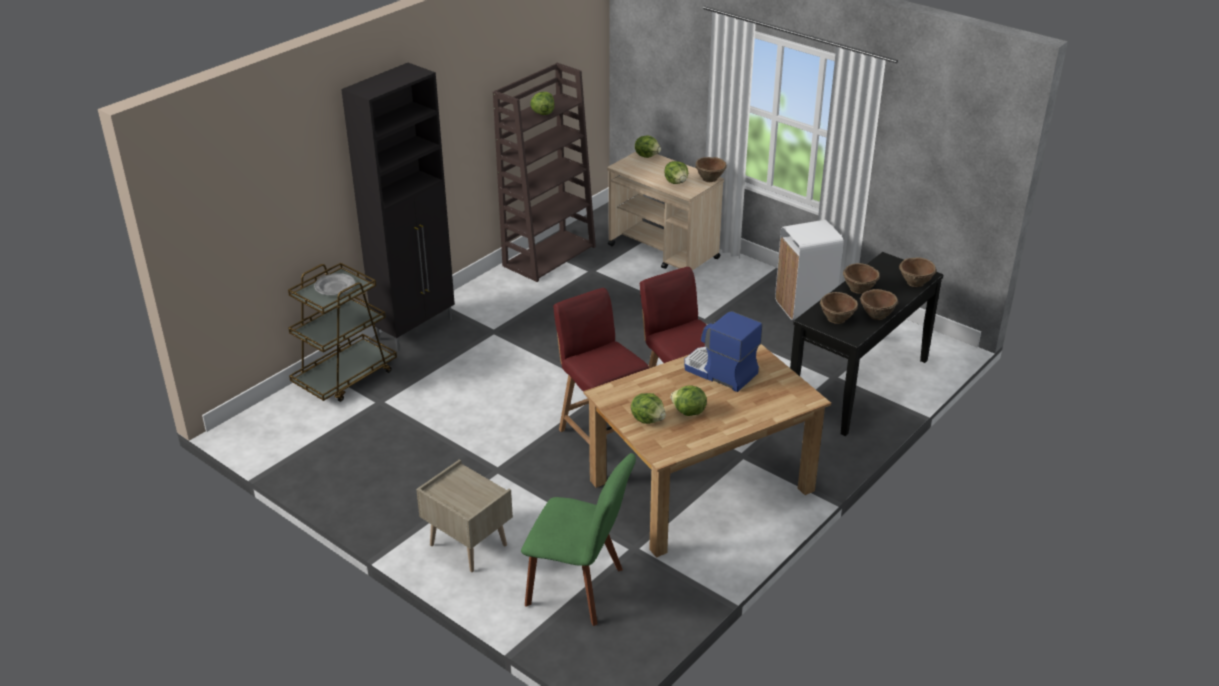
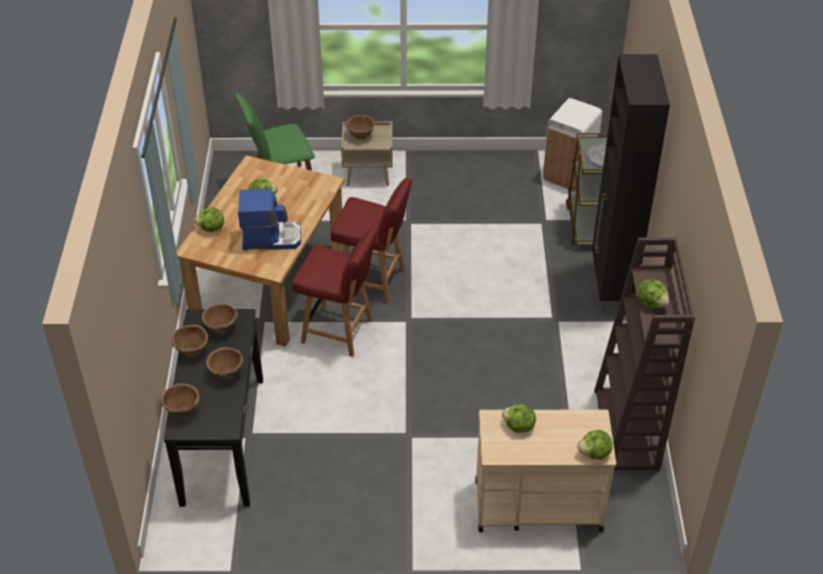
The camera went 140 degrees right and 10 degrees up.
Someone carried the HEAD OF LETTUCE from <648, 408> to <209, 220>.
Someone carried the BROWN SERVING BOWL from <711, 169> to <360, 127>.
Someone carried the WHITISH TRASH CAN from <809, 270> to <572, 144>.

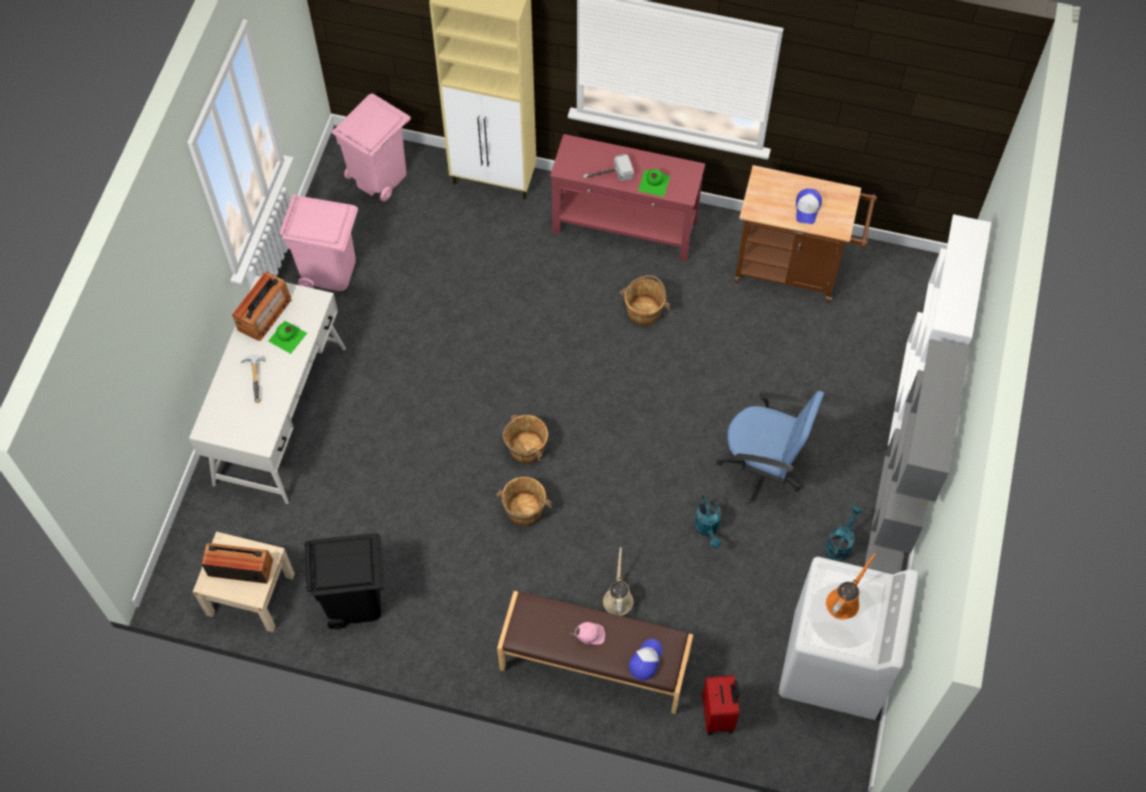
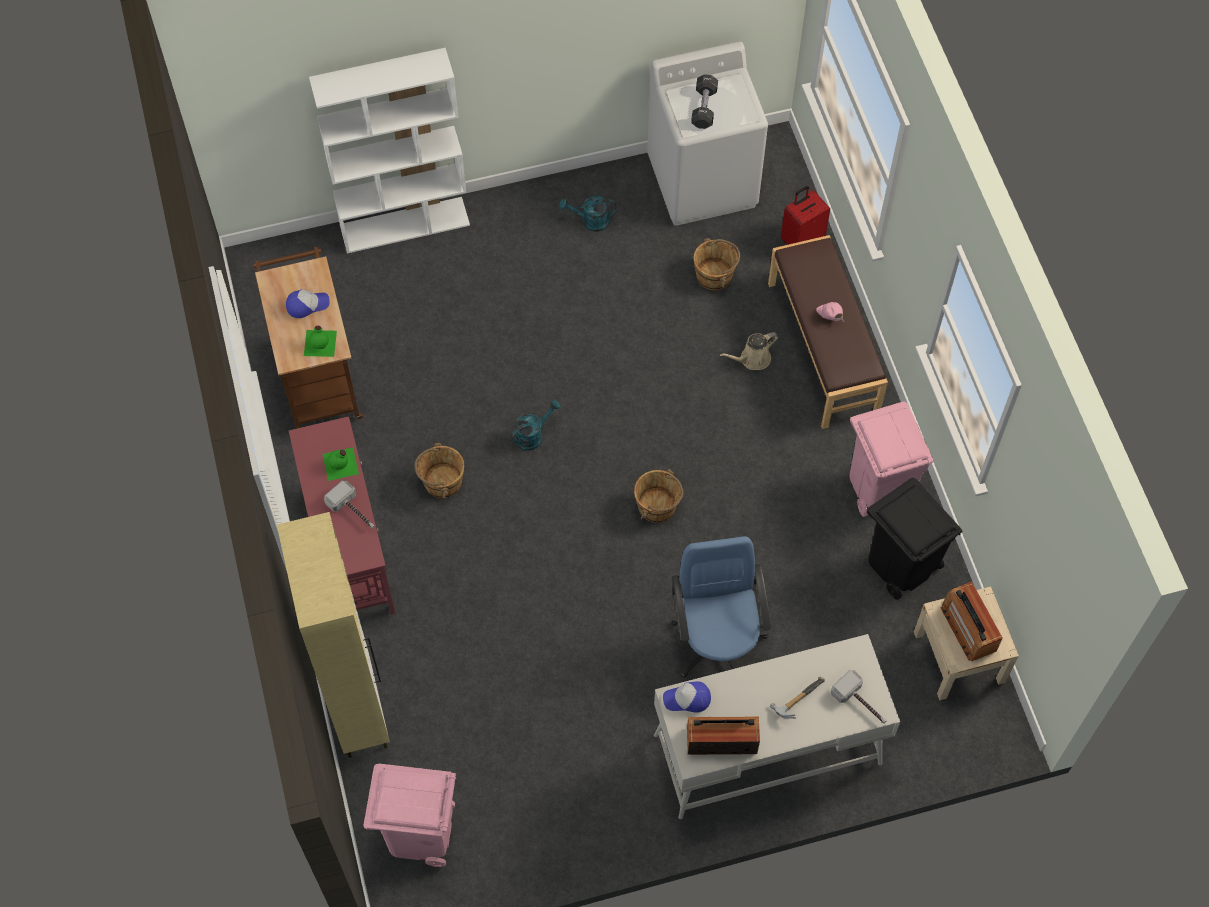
The camera went 120 degrees left and 0 degrees up.
Someone carried the GREENISH BEVERAGE BOTTLE from <287, 337> to <320, 341>.
Someone carried the PINK TRASH CAN from <318, 242> to <891, 459>.
Someone carried the BROWN WATER BUCKET from <524, 501> to <716, 264>.
Someone carried the BASEBALL CAP from <645, 659> to <687, 697>.
Someone carried the TURQUOISE WATERING POT from <708, 521> to <535, 425>.
Someone carried the BLUE-COLOURED DESK CHAIR from <770, 447> to <721, 607>.
Someone swapped the ORANGE-COLOURED WATERING POT at <851, 586> for the BLACK-COLOURED FREE WEIGHT at <704, 102>.
Someone took away the GRAY BOOKCASE at <917, 456>.
Someone put down the HAMMER at <858, 696>.

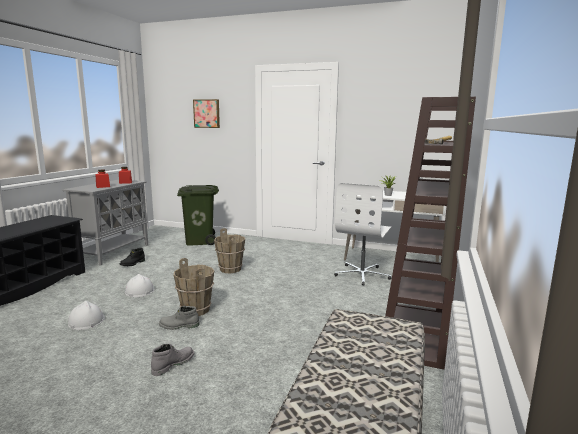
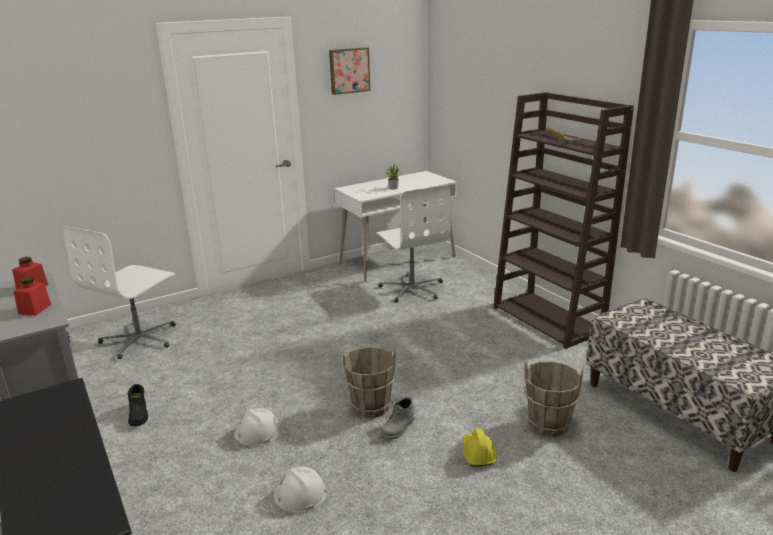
The camera went 50 degrees left and 10 degrees up.
Someone swapped the GRAY TALL BOOT at <172, 360> for the YELLOW HARD HAT at <480, 447>.
Someone swapped the GREENISH TRASH CAN at <198, 215> for the WHITISH DESK CHAIR at <119, 292>.
Someone carried the WALL PICTURE from <206, 113> to <349, 71>.
Someone carried the BROWN WATER BUCKET from <229, 250> to <554, 399>.

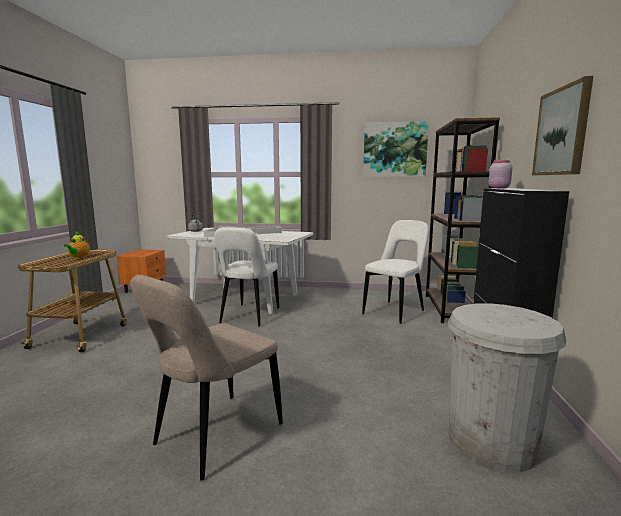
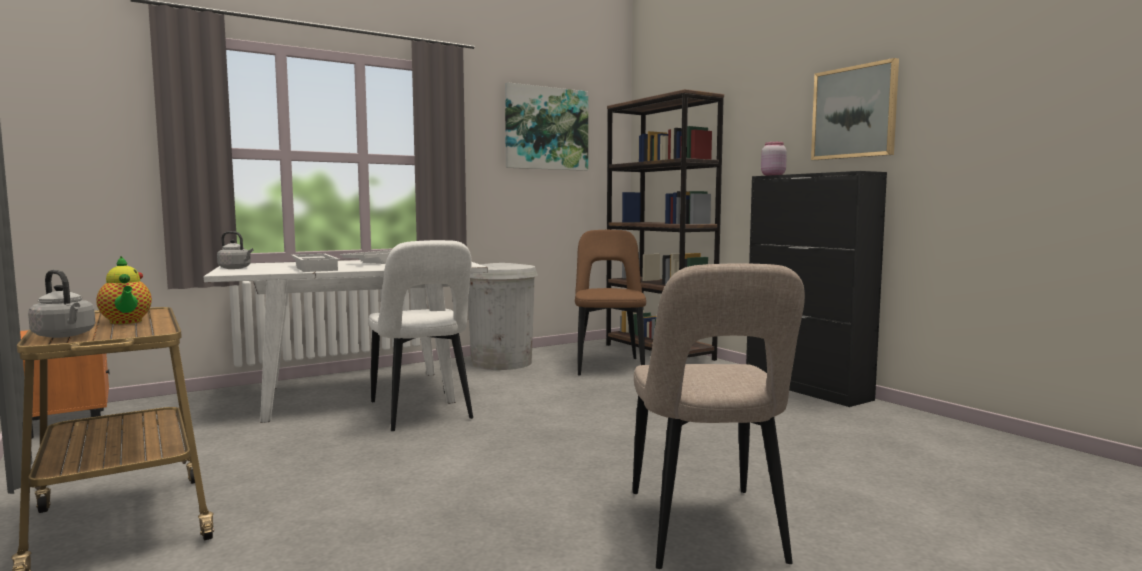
The camera went 40 degrees left and 5 degrees down.
Someone repainted the WHITISH PLAIN CHAIR at <395, 272>, which became the BROWN PLAIN CHAIR at <610, 302>.
Someone carried the WHITISH TRASH CAN from <507, 388> to <503, 316>.
Someone put down the GRAY KETTLE at <61, 304>.

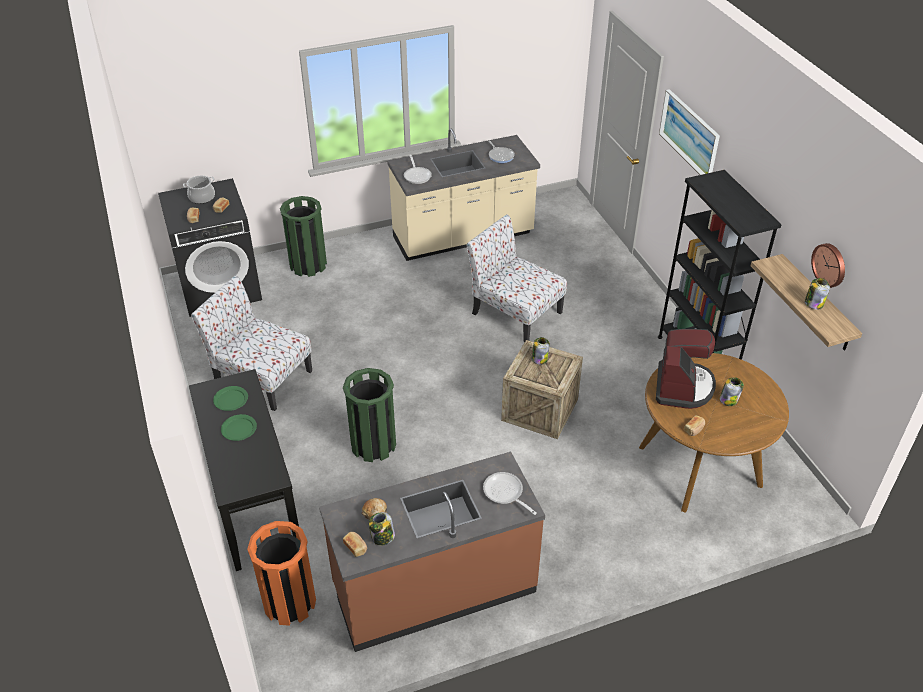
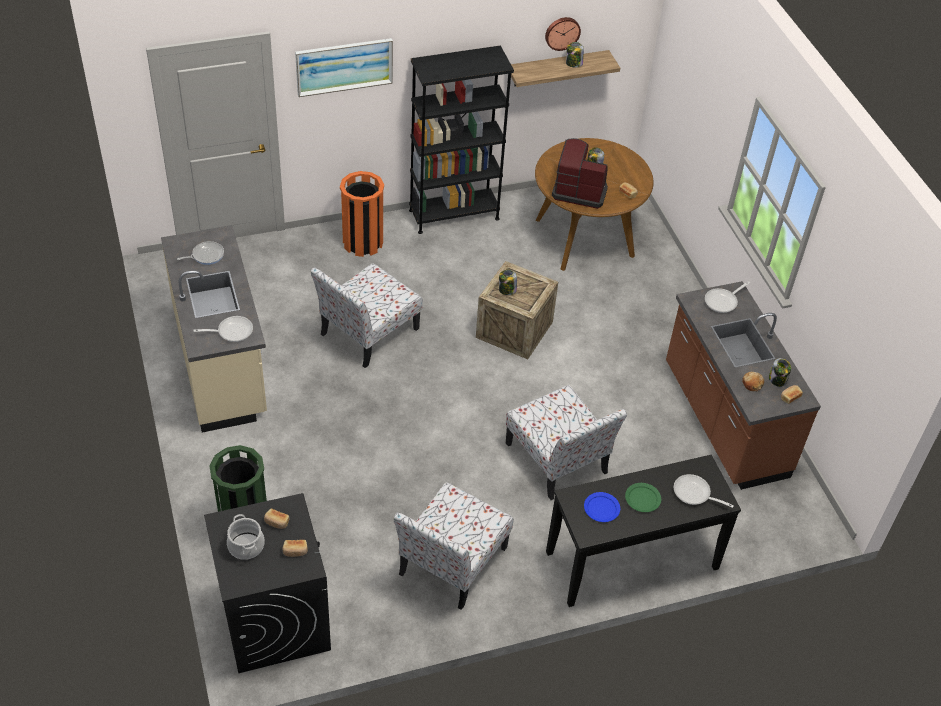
The camera went 90 degrees left and 5 degrees up.
Someone repainted the GREENISH PLATE at <230, 398>, which became the BLUE-COLOURED PLATE at <602, 507>.
Someone carried the ORANGE-COLOURED TRASH CAN from <281, 573> to <362, 214>.
Someone swapped the GREENISH TRASH CAN at <369, 415> for the PLAIN CHAIR at <566, 442>.
Someone put down the SKILLET at <704, 491>.

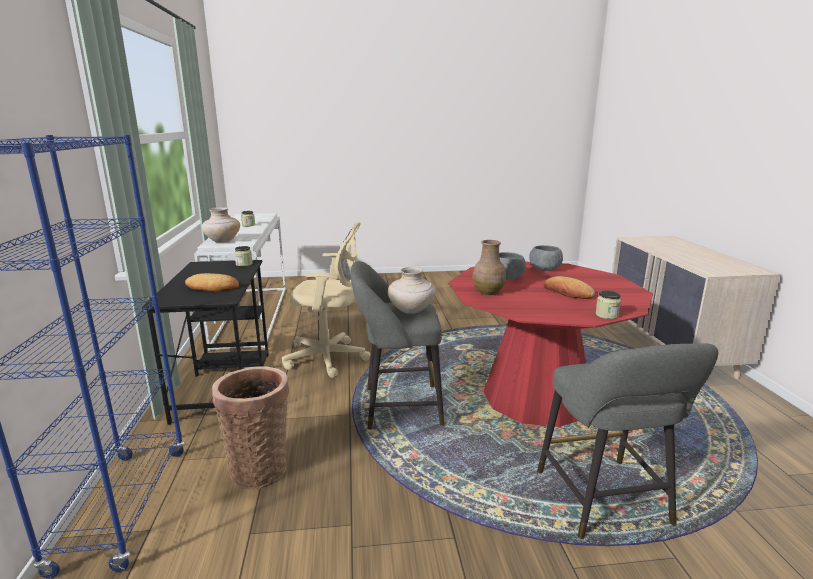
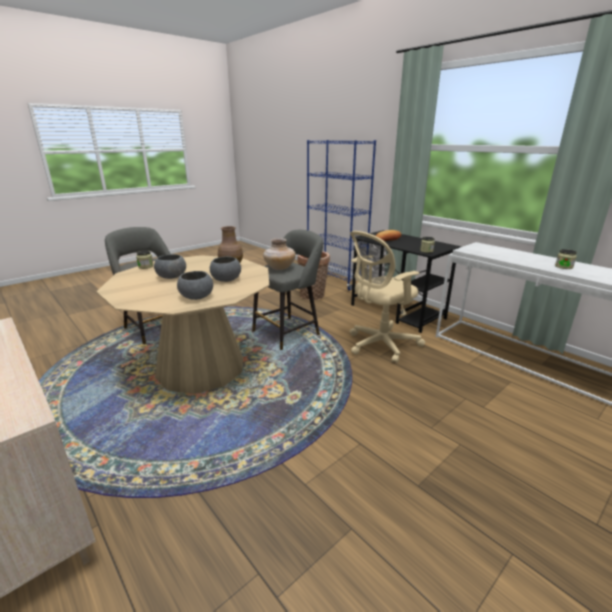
The camera went 145 degrees right and 5 degrees up.
Someone took away the BEIGE-COLOURED VASE at <221, 225>.
Someone repainted the REDDISH DINNER TABLE at <551, 344>, which became the BEIGE-COLOURED DINNER TABLE at <183, 324>.
Someone swapped the BAKED BREAD at <569, 287> for the GRAY SERVING BOWL at <170, 266>.

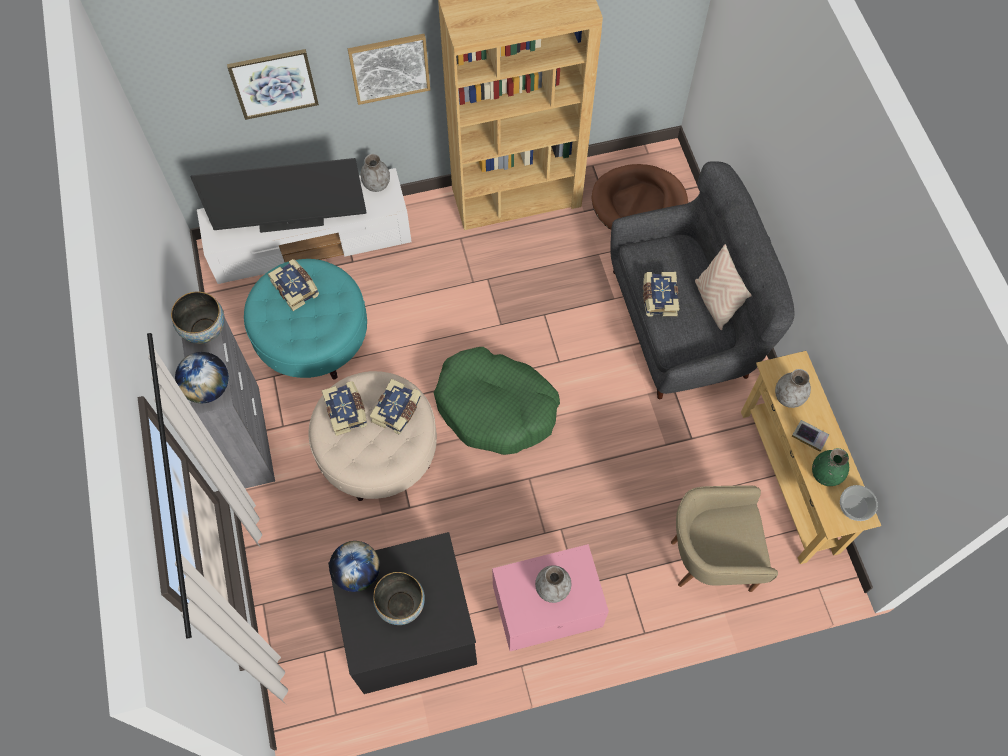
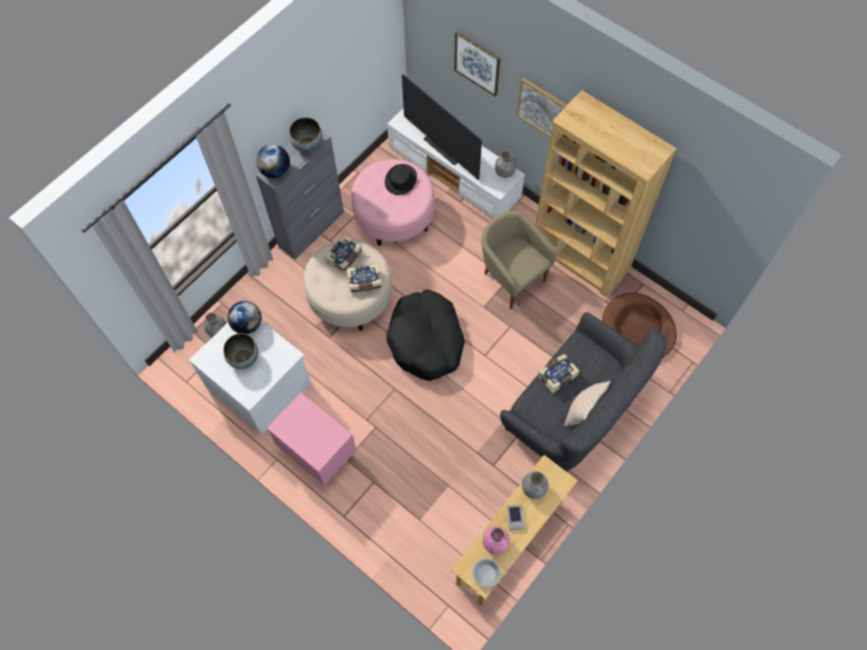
The camera went 55 degrees right and 0 degrees up.
Someone repainted the TURQUOISE FOOTREST at <305, 319>, which became the PINK FOOTREST at <393, 202>.
Someone swapped the BOUND BOOK at <293, 285> for the BLACK-COLOURED CLOTHING HAT at <401, 179>.
Someone repainted the BLACK-COLOURED CHEST OF DRAWERS at <402, 613>, which became the WHITISH CHEST OF DRAWERS at <250, 377>.
Someone repainted the GREENISH PET BED at <497, 401>, which became the BLACK-COLOURED PET BED at <426, 335>.
Someone carried the GRAY VASE from <553, 584> to <215, 324>.
Someone carried the BEIGE-COLOURED ARMCHAIR from <724, 538> to <519, 260>.
Someone repainted the GREENISH VASE at <830, 467>, which became the PINK VASE at <496, 540>.

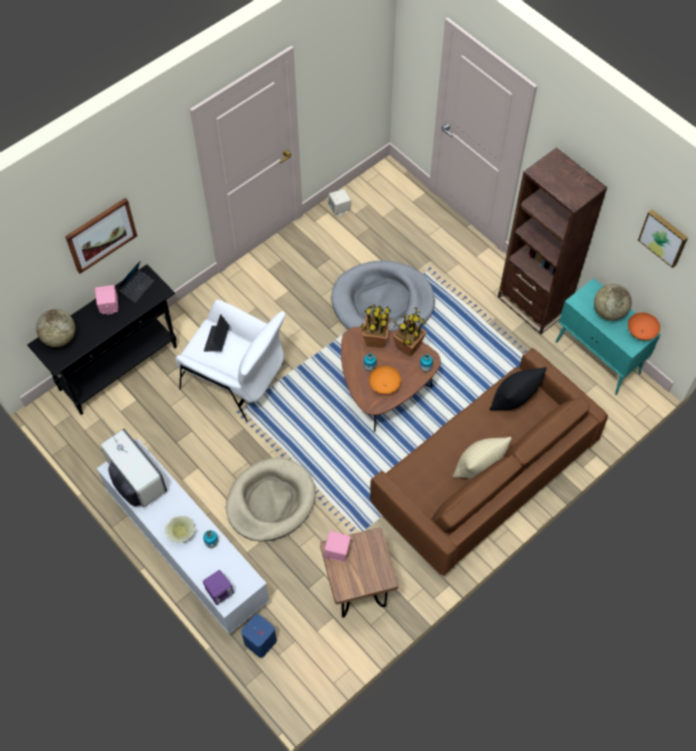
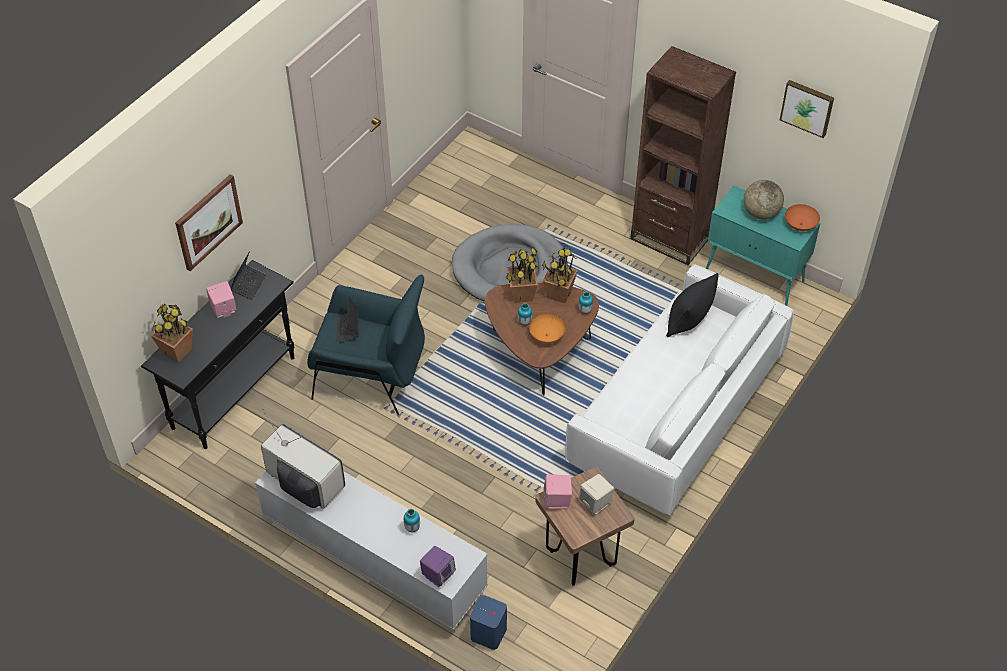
The camera went 15 degrees left and 10 degrees down.
Someone swapped the DESK GLOBE at <55, 328> for the HOUSEPLANT at <172, 333>.
Someone took away the BEIGE-COLOURED SERVING BOWL at <180, 529>.
Someone repainted the WHITISH ARMCHAIR at <230, 360>, which became the BLUE-COLOURED ARMCHAIR at <366, 345>.
Someone took away the BEIGE-COLOURED PET BED at <271, 499>.
Someone carried the BEIGE-COLOURED SPEAKER from <339, 203> to <596, 494>.
Someone repainted the BROWN COUCH at <489, 462>, which became the WHITISH COUCH at <679, 389>.
Someone took away the BEIGE-COLOURED PILLOW at <482, 457>.

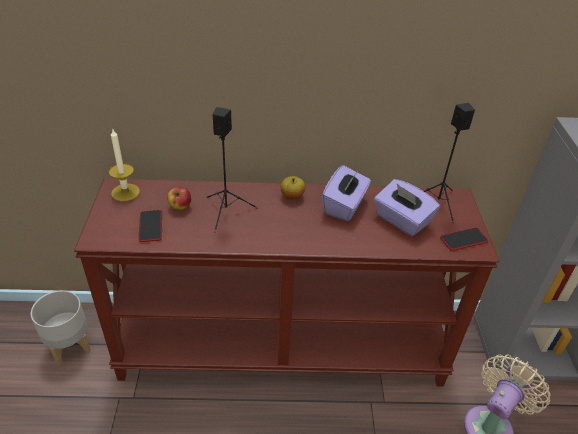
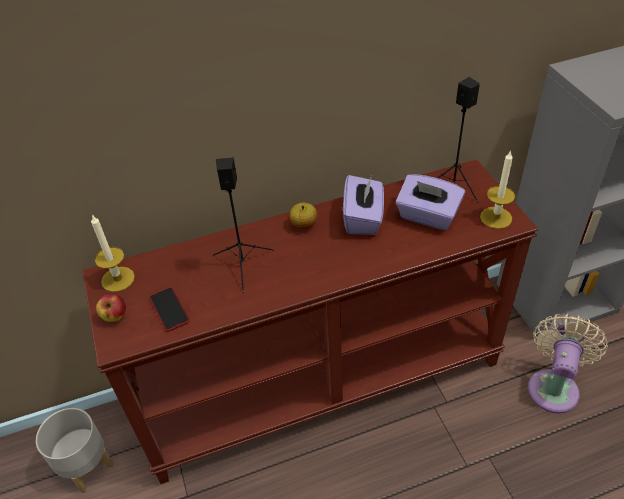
The camera went 15 degrees left and 5 degrees up.
Someone carried the WHOLE APPLE from <179, 198> to <111, 308>.
Someone swapped the HANDSET at <464, 239> for the CANDLE at <497, 189>.

